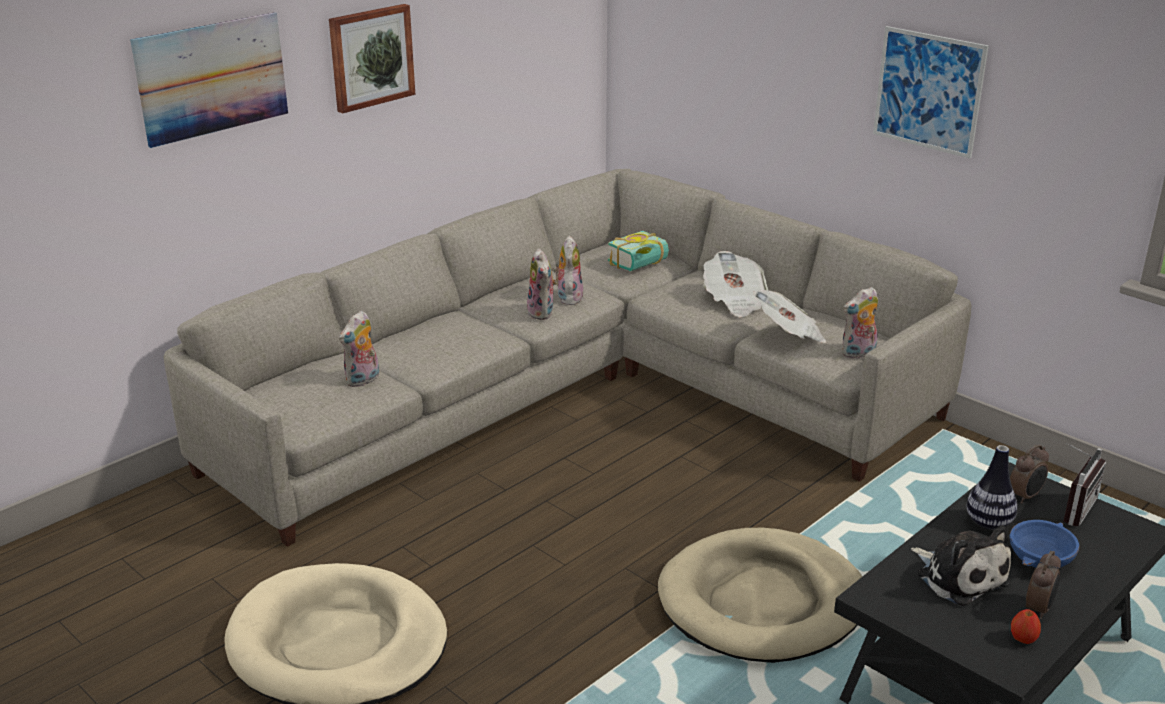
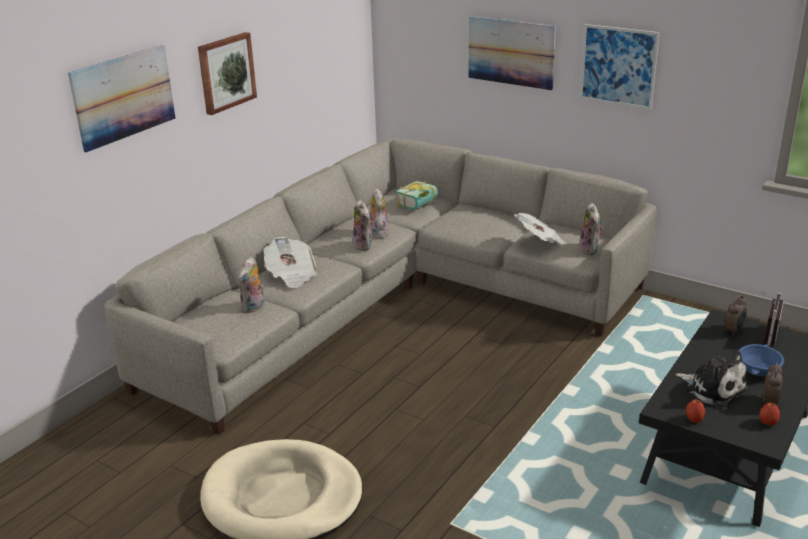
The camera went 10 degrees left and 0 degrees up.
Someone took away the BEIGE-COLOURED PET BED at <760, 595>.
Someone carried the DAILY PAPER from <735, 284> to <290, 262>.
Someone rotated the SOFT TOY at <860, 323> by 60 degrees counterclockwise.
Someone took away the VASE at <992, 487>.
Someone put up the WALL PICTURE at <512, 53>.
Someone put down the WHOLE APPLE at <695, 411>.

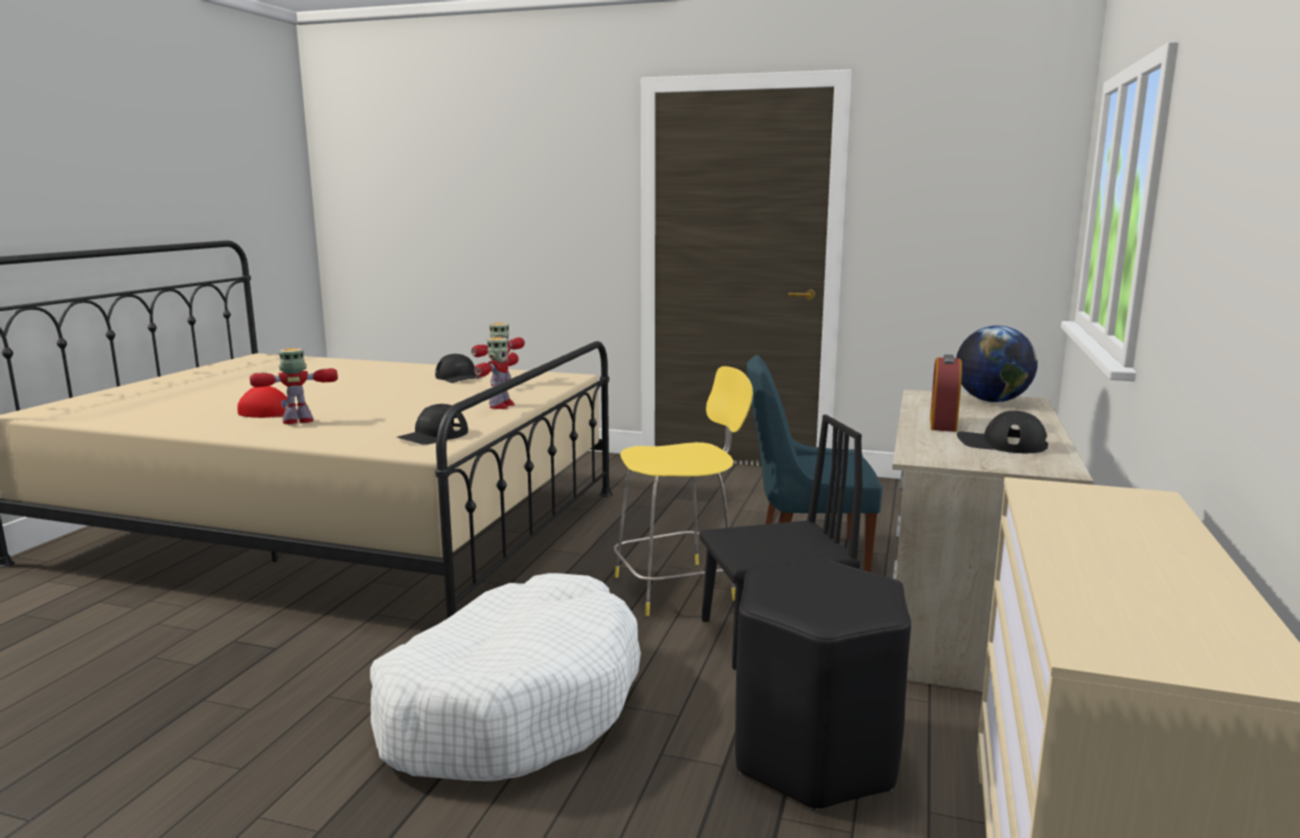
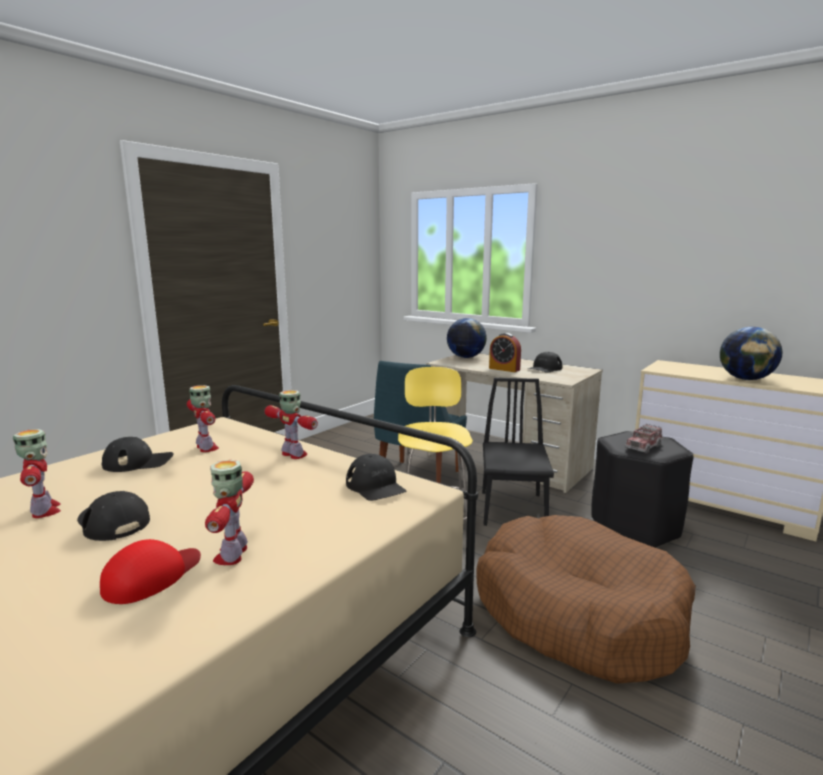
The camera went 70 degrees left and 0 degrees up.
Someone repainted the WHITISH PET BED at <505, 677>, which became the BROWN PET BED at <586, 599>.
Someone put down the ROBOT FIGURE at <37, 473>.
Someone put down the BLACK-COLOURED BASEBALL CAP at <113, 516>.
Someone put down the MODEL TRUCK at <644, 439>.
Someone put down the DESK GLOBE at <751, 353>.

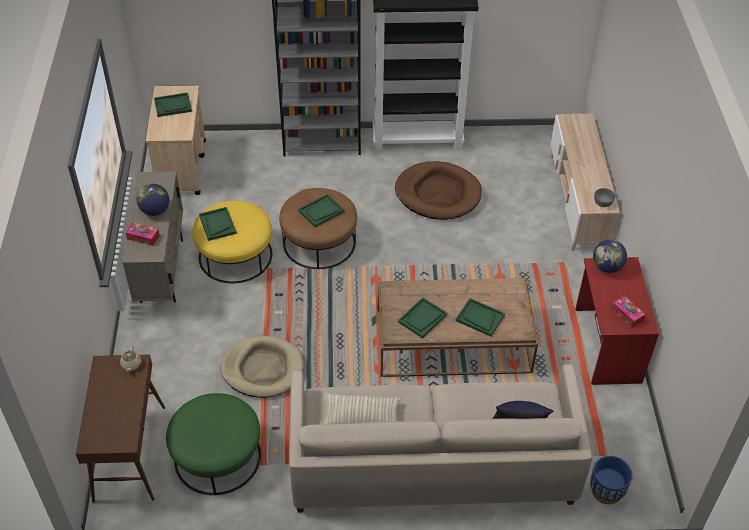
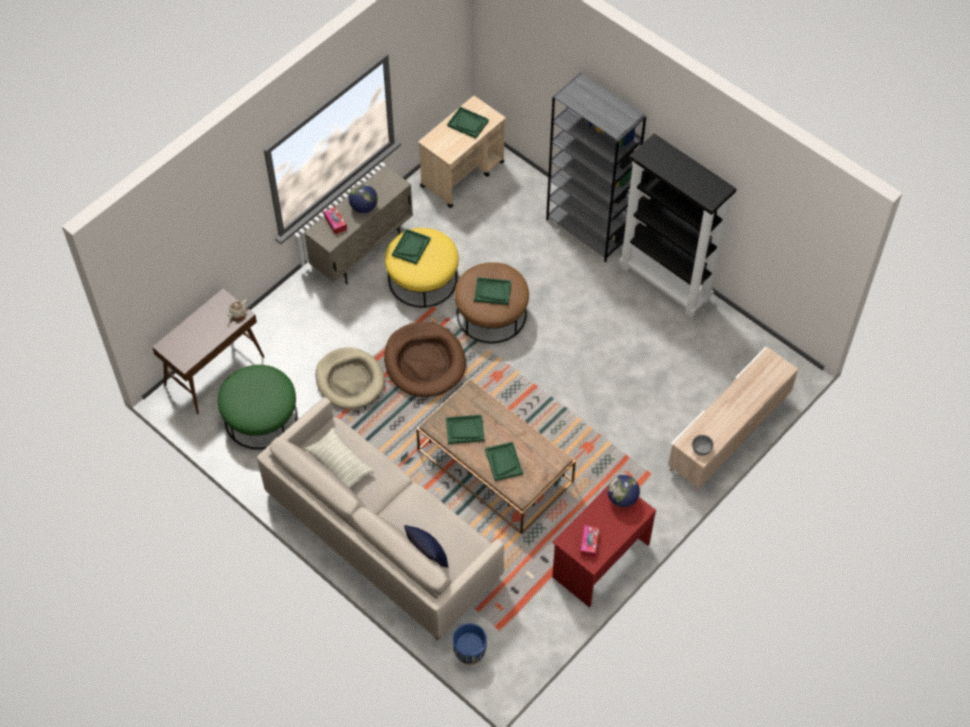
The camera went 45 degrees right and 10 degrees up.
Someone carried the BROWN PET BED from <438, 190> to <425, 359>.

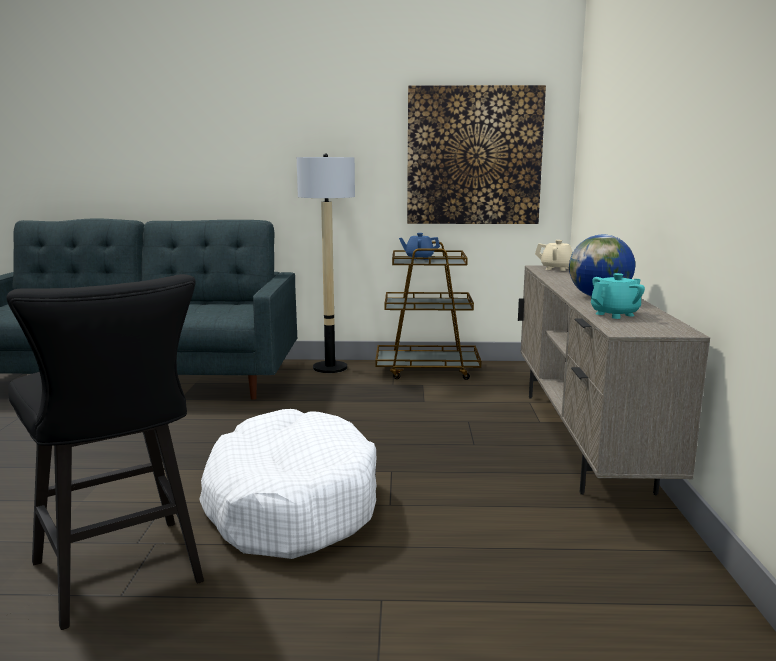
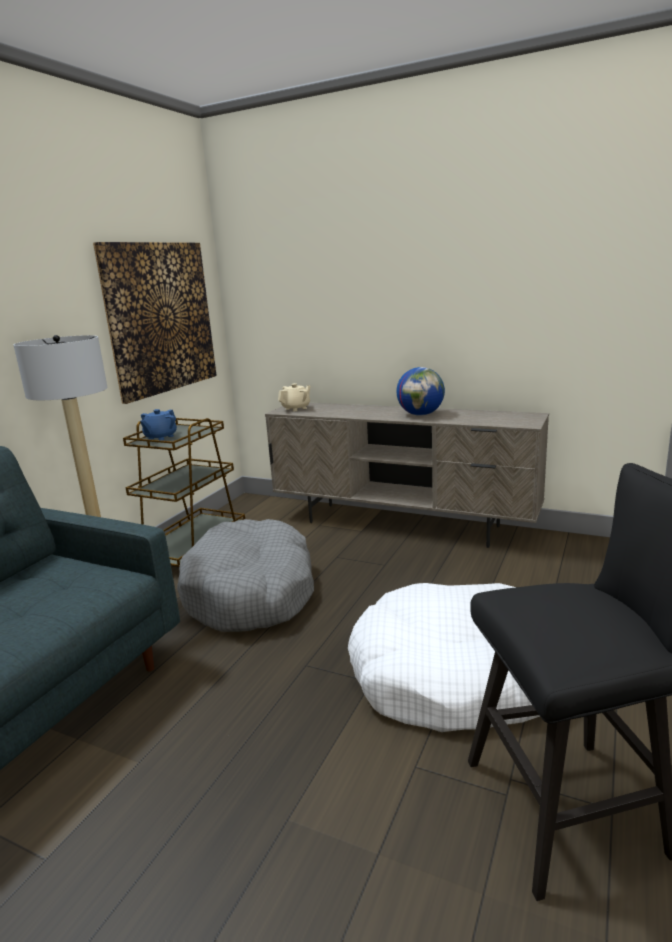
The camera went 65 degrees left and 5 degrees up.
Someone took away the TURQUOISE TEAPOT at <618, 296>.
Someone put down the GRAY PET BED at <245, 575>.

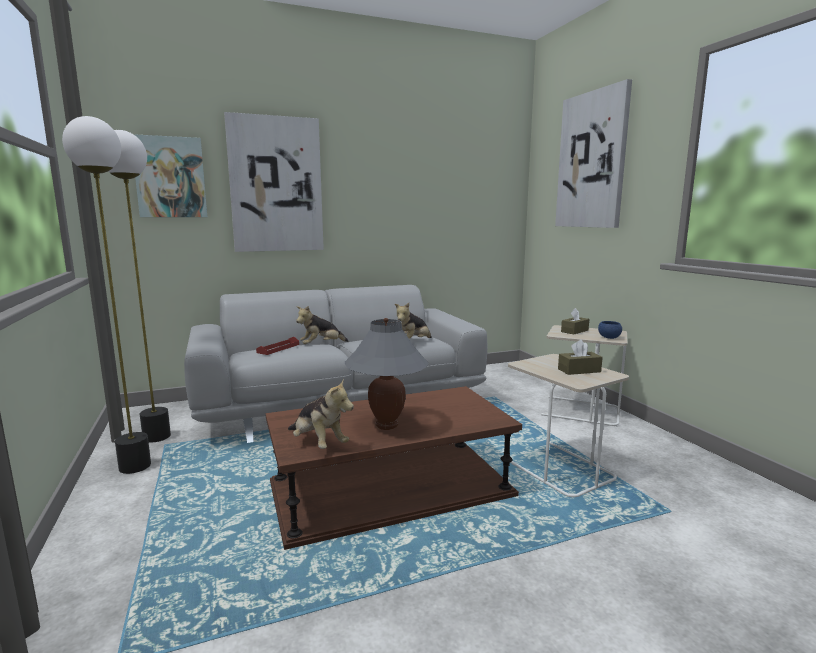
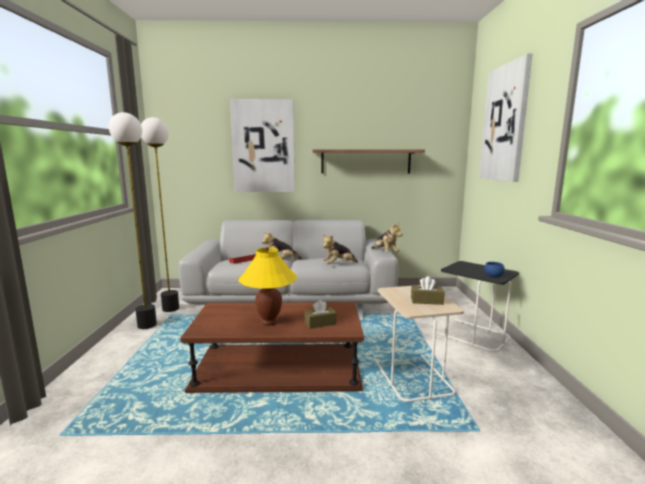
The camera went 20 degrees right and 0 degrees up.
Someone took away the WALL PICTURE at <171, 175>.
Someone carried the SOFT TOY from <321, 413> to <387, 237>.
Someone repainted the GRAY TABLETOP LAMP at <387, 374>, which became the YELLOW TABLETOP LAMP at <267, 286>.
Someone repainted the BEIGE-COLOURED END TABLE at <584, 376>, which became the BLACK-COLOURED END TABLE at <477, 307>.
Someone carried the BROWN TISSUE HOLDER from <575, 321> to <321, 314>.
Someone put up the BRACKET SHELF at <369, 161>.

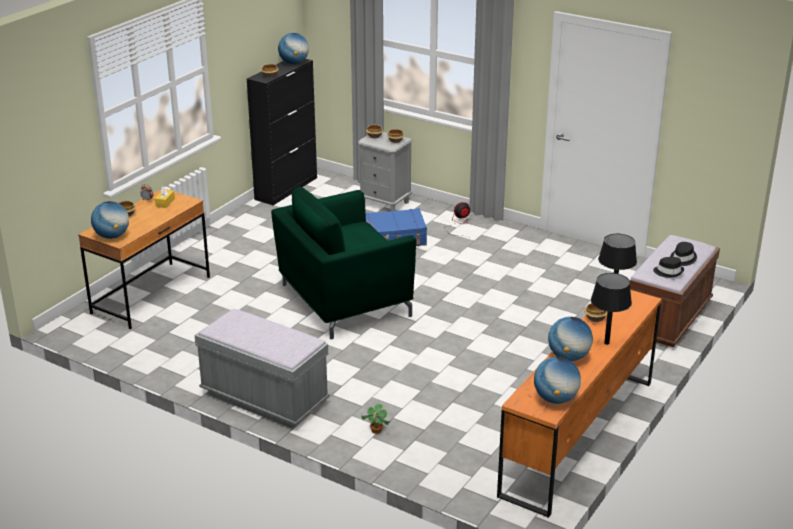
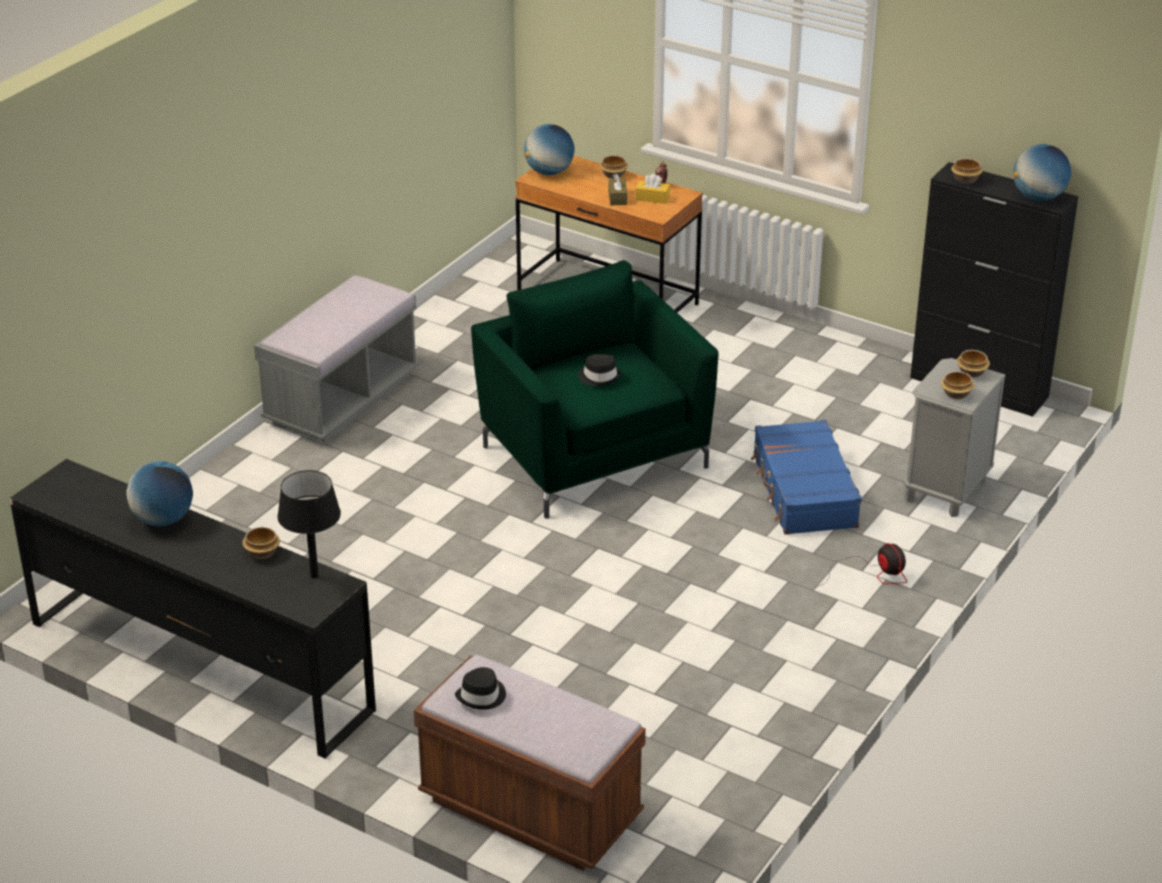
The camera went 90 degrees right and 5 degrees up.
Someone took away the HOUSEPLANT at <376, 418>.
Someone repainted the ORANGE-COLOURED CHEST OF DRAWERS at <579, 404>, which became the BLACK-COLOURED CHEST OF DRAWERS at <193, 609>.
Someone took away the DESK GLOBE at <557, 380>.
Someone took away the BLACK-COLOURED TABLETOP LAMP at <611, 309>.
Someone carried the BLACK-COLOURED CLOTHING HAT from <683, 254> to <599, 370>.
Someone put down the BROWN TISSUE HOLDER at <617, 189>.

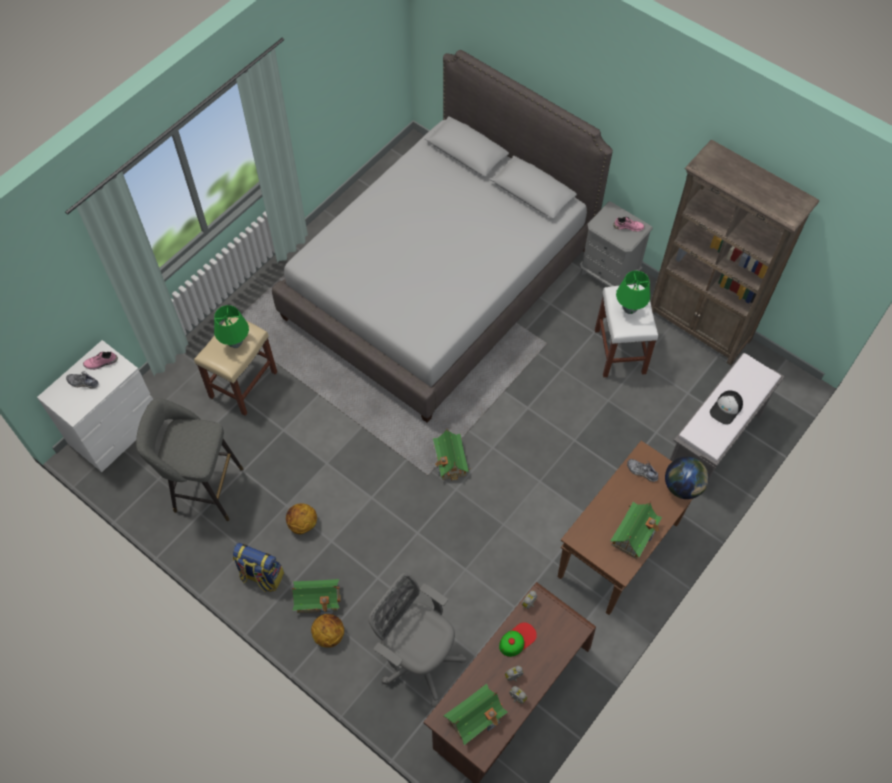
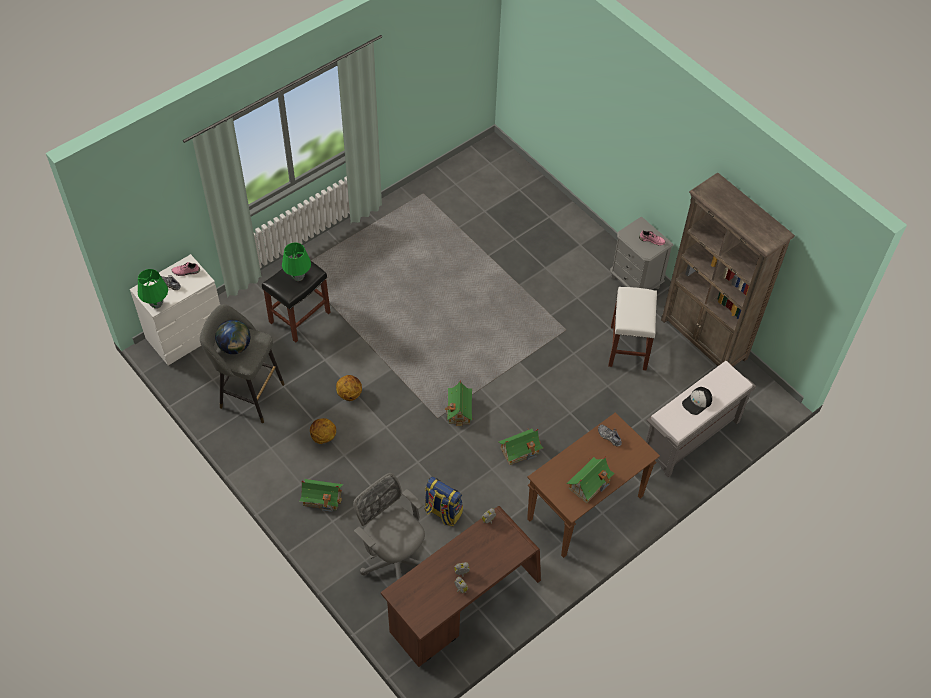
The camera went 10 degrees right and 5 degrees down.
Someone repainted the BEIGE-COLOURED SITTING STOOL at <235, 366>, which became the BLACK-COLOURED SITTING STOOL at <296, 298>.
Someone carried the KNAPSACK from <258, 567> to <444, 501>.
Someone took away the GRAY SLEEPING BED at <442, 236>.
Someone carried the BASKETBALL from <327, 631> to <349, 388>.
Someone carried the MODEL HOUSE from <475, 714> to <520, 446>.
Someone took away the BASEBALL CAP at <518, 639>.
Someone carried the GREENISH TABLETOP LAMP from <633, 292> to <153, 289>.
Someone carried the DESK GLOBE from <687, 477> to <232, 337>.

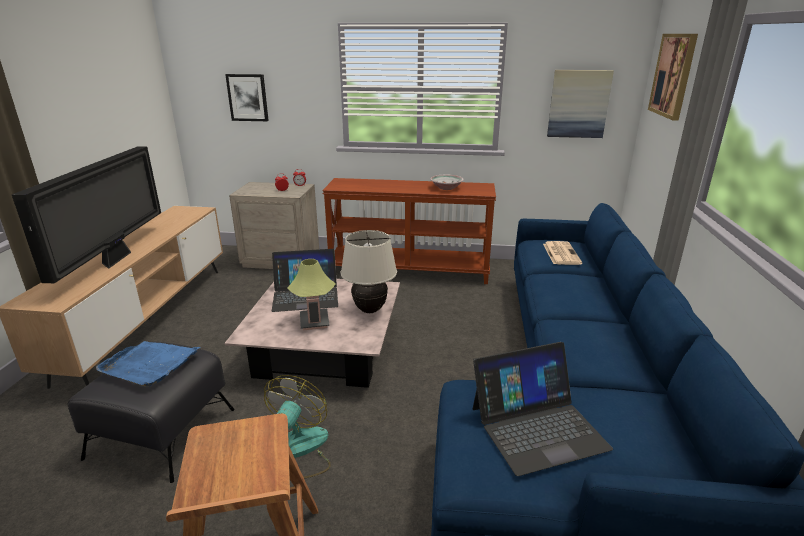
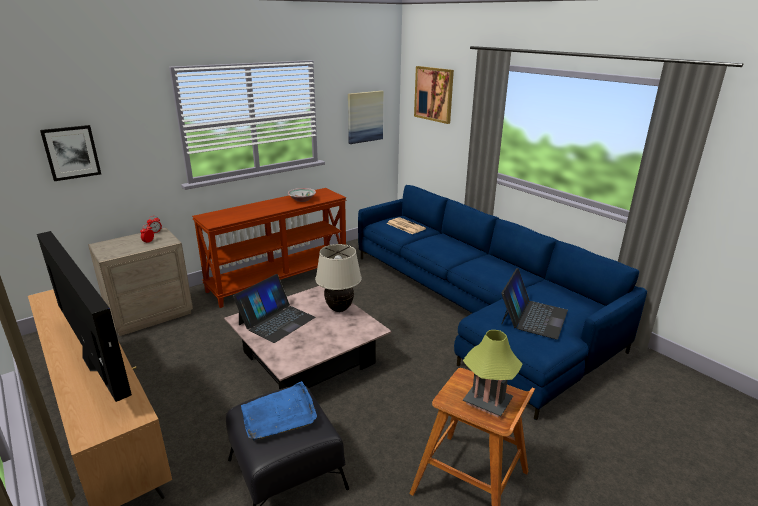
The camera went 45 degrees left and 0 degrees up.
Someone took away the COOLING FAN at <297, 426>.
Someone carried the TABLETOP LAMP from <311, 294> to <493, 373>.

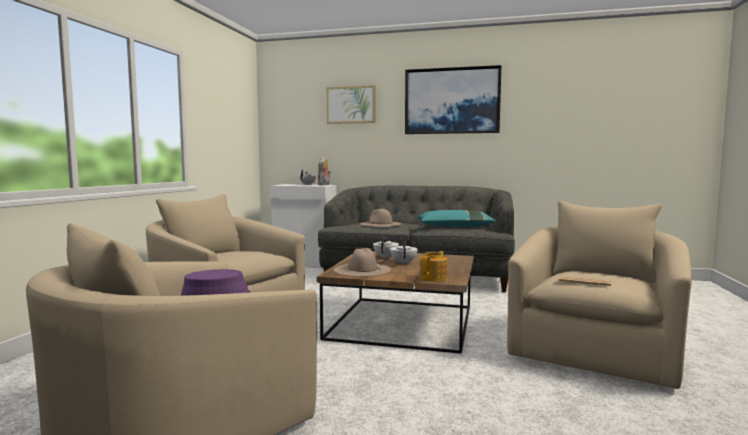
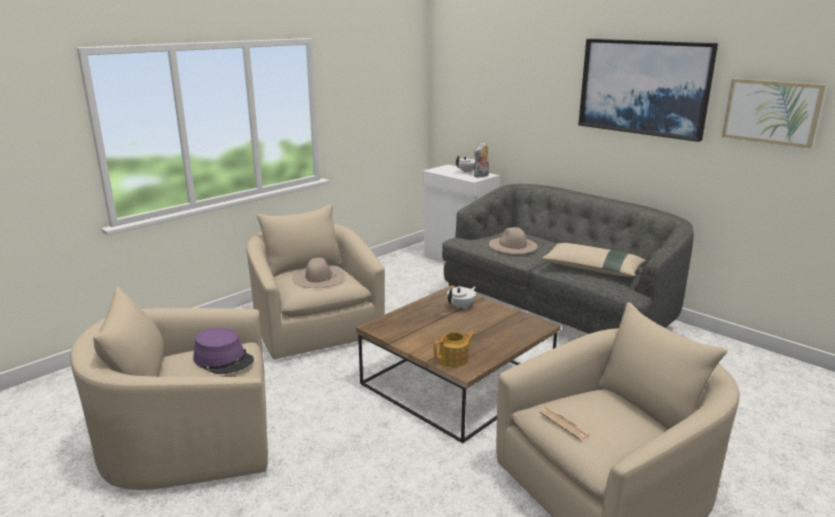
The camera went 30 degrees right and 15 degrees up.
Someone carried the WALL PICTURE from <351, 104> to <774, 113>.
Someone carried the BEIGE-COLOURED CLOTHING HAT from <362, 262> to <318, 273>.
Someone took away the WHITISH TEAPOT at <404, 252>.
Someone repainted the TURQUOISE PILLOW at <457, 218>, which became the BEIGE-COLOURED PILLOW at <594, 260>.

